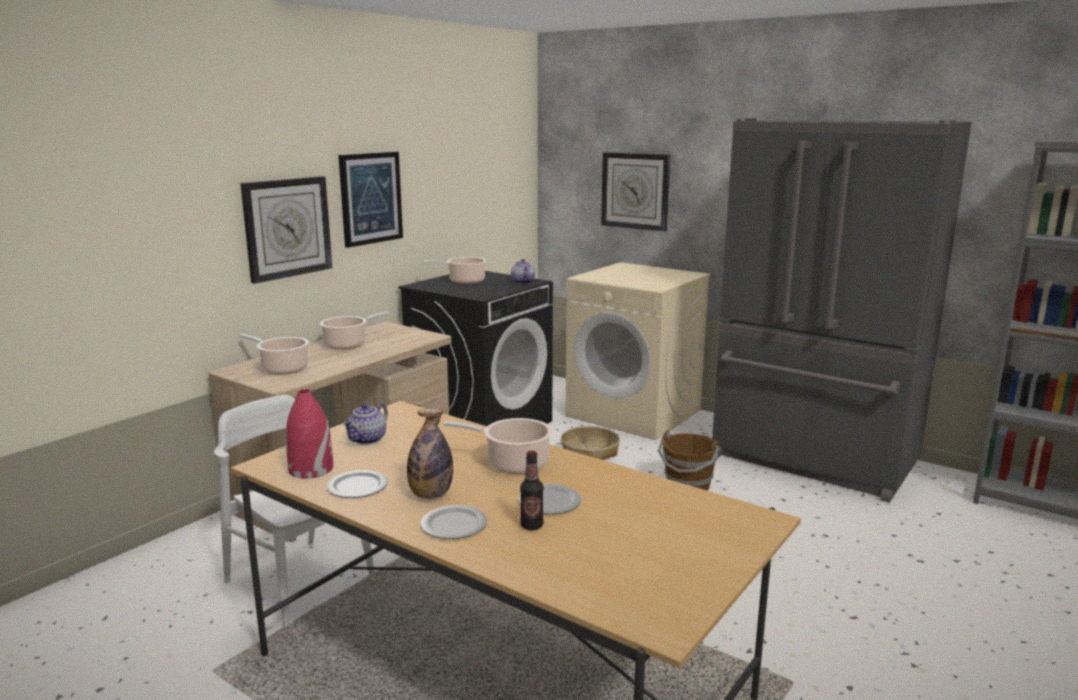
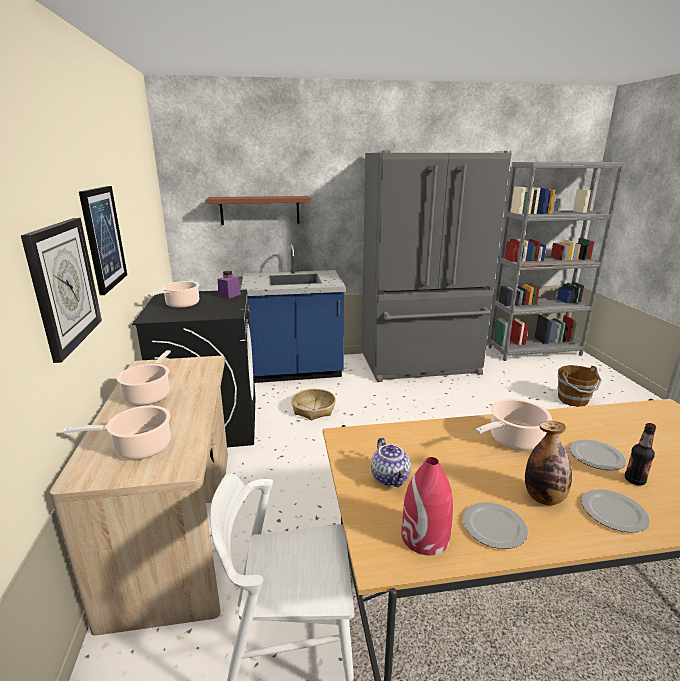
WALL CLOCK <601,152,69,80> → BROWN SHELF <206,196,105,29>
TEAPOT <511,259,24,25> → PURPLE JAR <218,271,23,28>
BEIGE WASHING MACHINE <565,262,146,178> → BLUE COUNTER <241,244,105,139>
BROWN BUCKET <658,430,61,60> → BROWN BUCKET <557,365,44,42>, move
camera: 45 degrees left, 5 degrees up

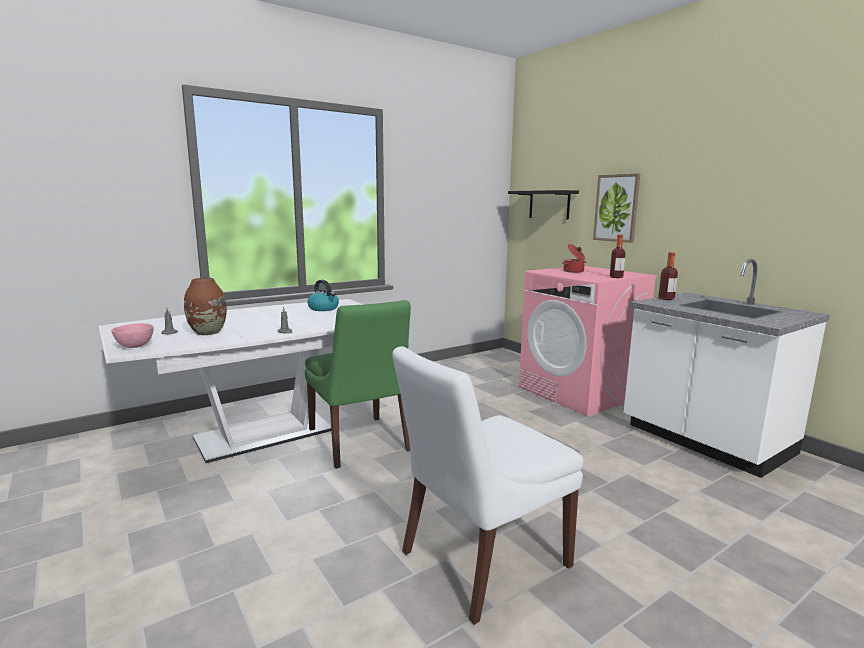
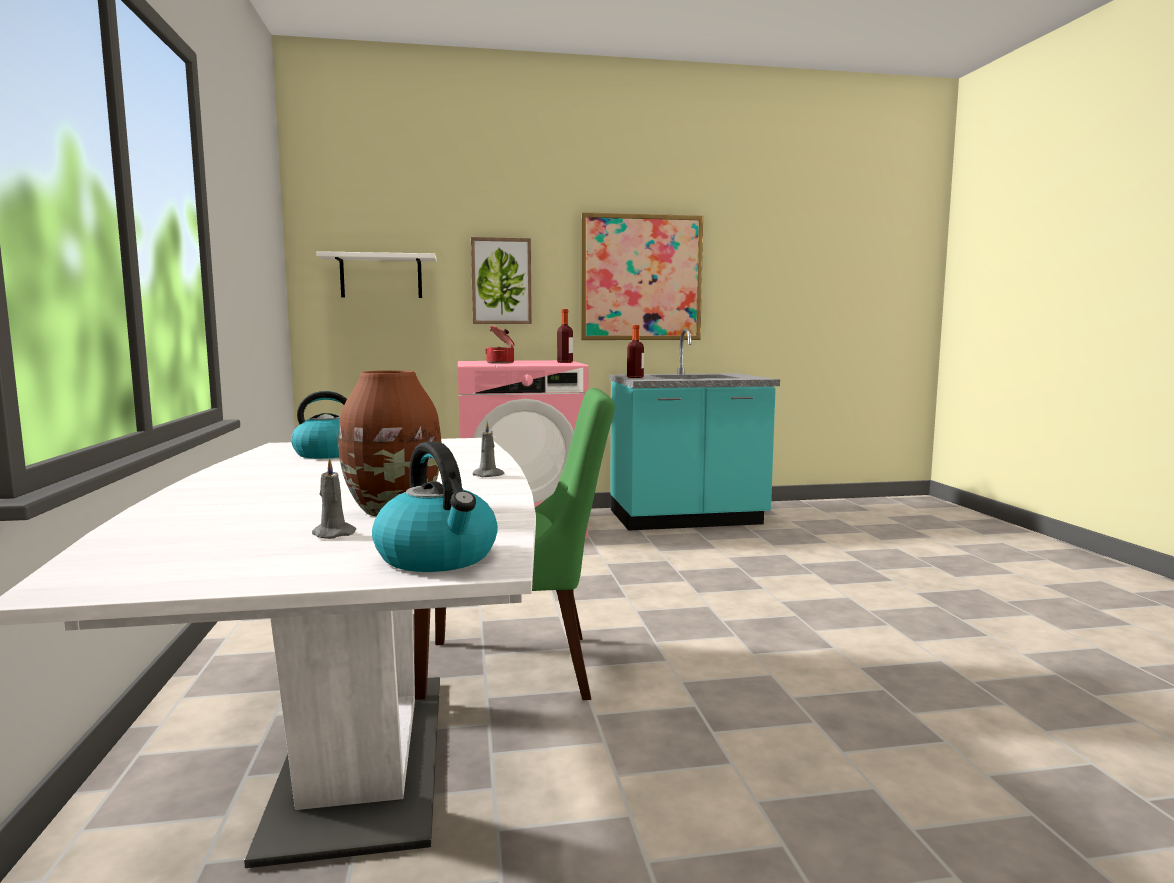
BLACK SHELF <508,190,71,30> → WHITE SHELF <317,251,119,47>
WHITE COUNTER <624,259,206,219> → TURQUOISE COUNTER <609,328,171,203>
PINK BOWL <111,323,43,25> → KETTLE <372,441,126,131>
WHITE CHAIR <392,346,191,279> → -
- → PICTURE <581,212,122,128>
camera: 65 degrees left, 5 degrees down

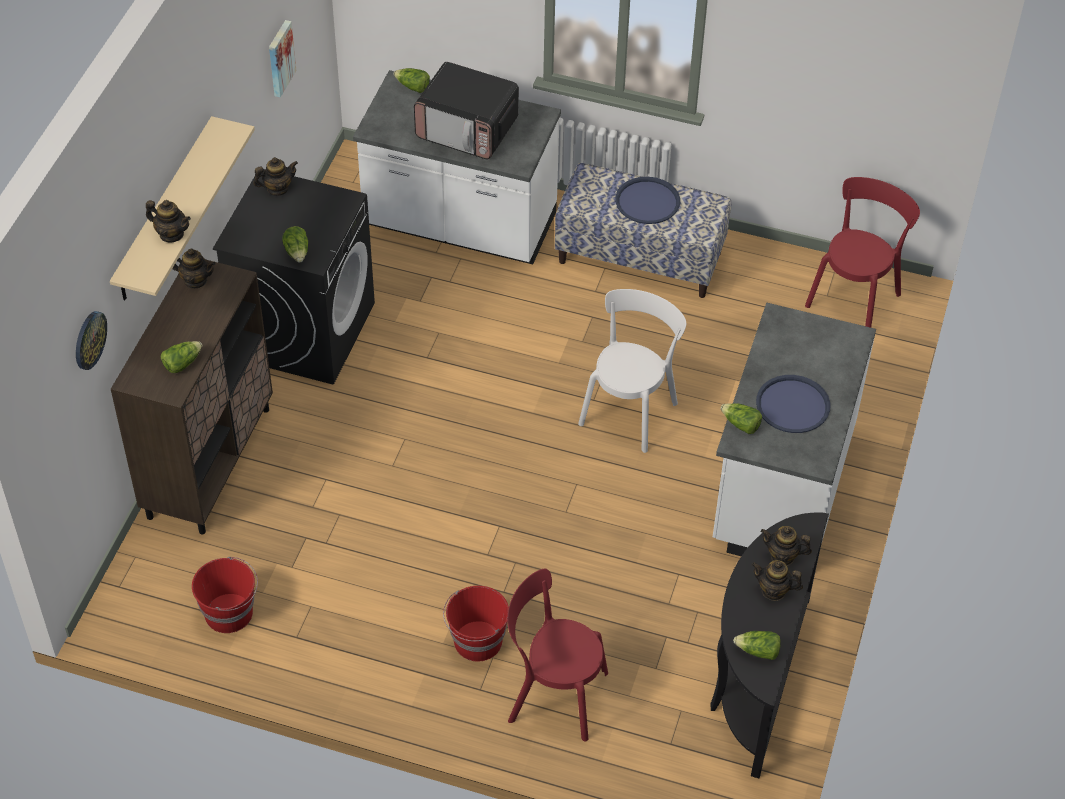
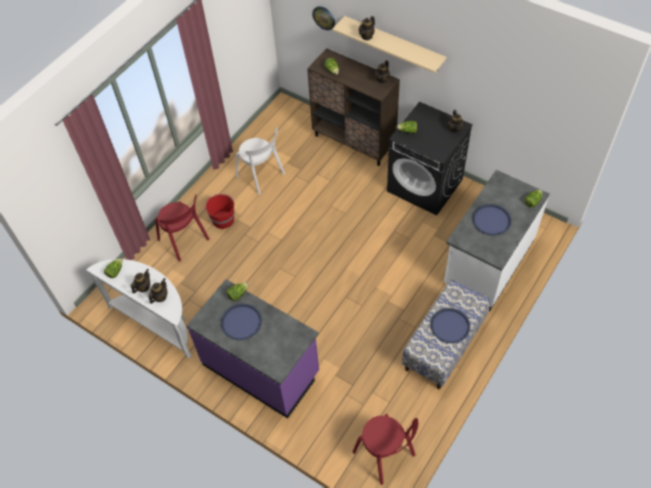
PICTURE <269,20,27,77> → -
MICROWAVE <414,62,105,97> → BLUE TRAY <472,204,39,32>
WHITE CHAIR <578,289,108,164> → WHITE CHAIR <236,127,49,68>, move
WHITE COUNTER <713,303,163,253> → PURPLE COUNTER <186,279,133,139>
BLACK CONSOLE TABLE <710,512,119,266> → WHITE CONSOLE TABLE <86,259,105,100>
RED BUCKET <192,557,66,76> → -
RED CHAIR <507,569,101,173> → RED CHAIR <155,194,55,68>, 105 degrees clockwise
camera: 110 degrees right, 5 degrees up

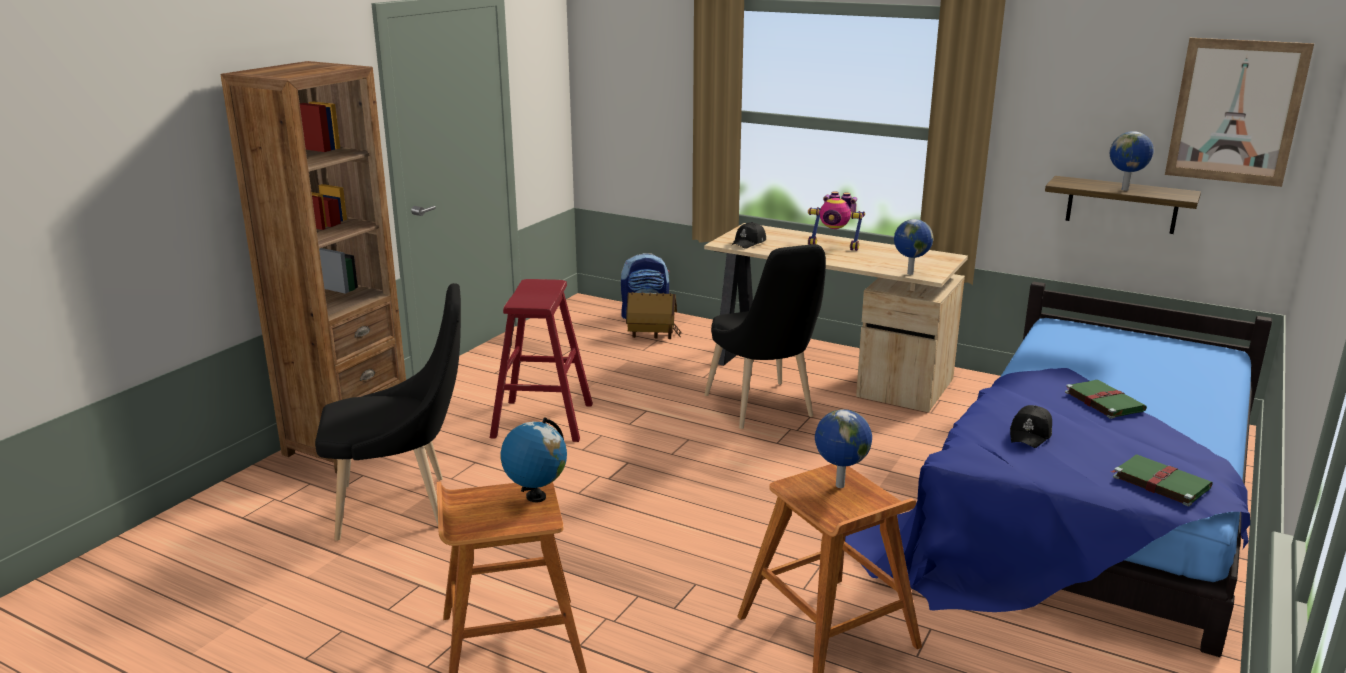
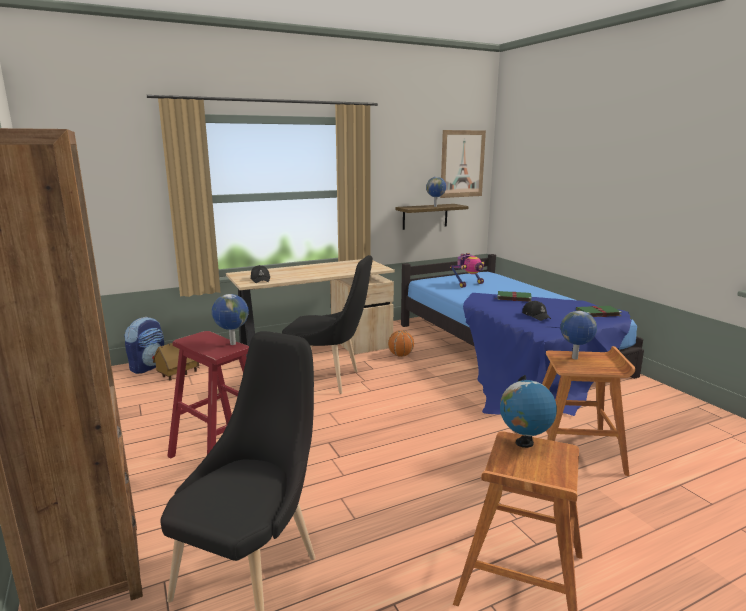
TOY ROBOT <808,192,57,59> → TOY ROBOT <450,253,35,35>, move
GLOBE <894,219,39,56> → GLOBE <212,294,37,51>, move
- → BASKETBALL <388,330,26,27>
camera: 55 degrees left, 5 degrees down

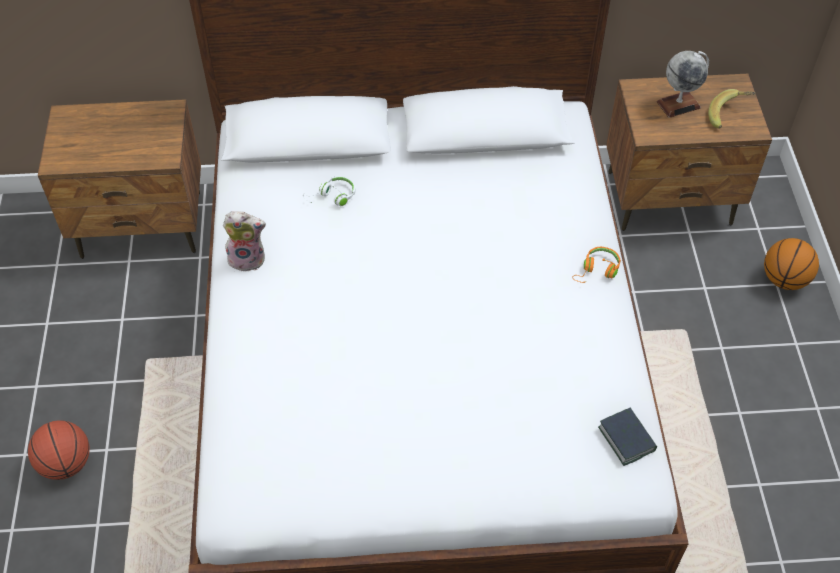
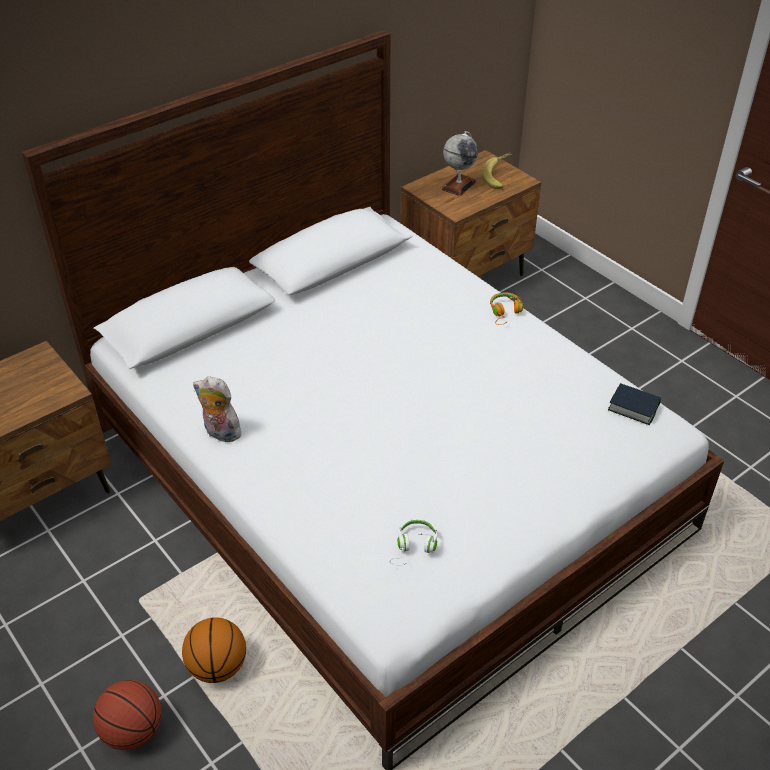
WHITE HEADPHONES <303,176,53,30> → WHITE HEADPHONES <390,519,47,47>, move
PLUSH TOY <223,211,43,61> → PLUSH TOY <193,376,48,66>, 120 degrees counterclockwise
BASKETBALL <764,238,55,52> → BASKETBALL <182,617,64,66>, move
camera: 35 degrees left, 10 degrees down

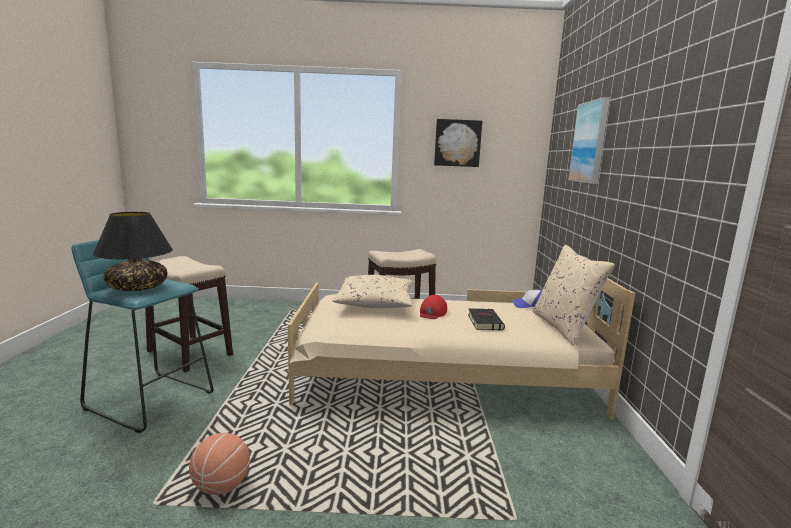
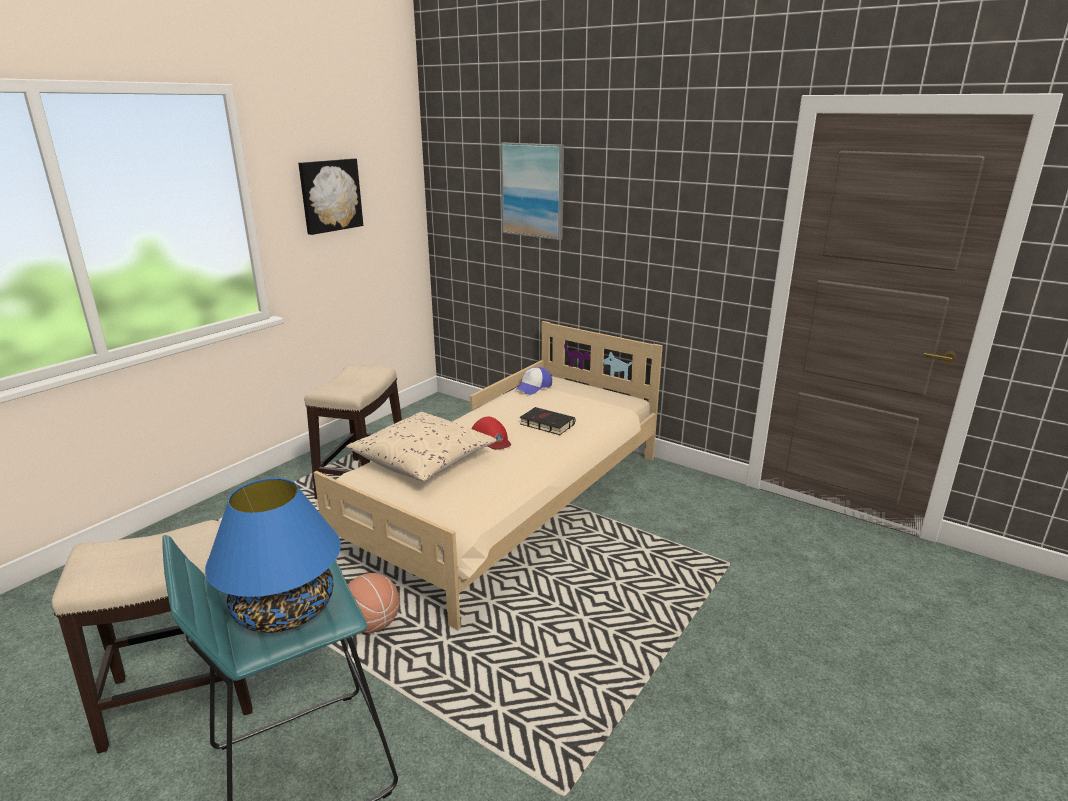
BLACK TABLE LAMP <93,212,80,79> → BLUE TABLE LAMP <205,478,136,155>
BEIGE PILLOW <533,245,82,100> → -
BASKETBALL <189,433,61,62> → BASKETBALL <348,573,52,60>, move
camera: 55 degrees left, 10 degrees up

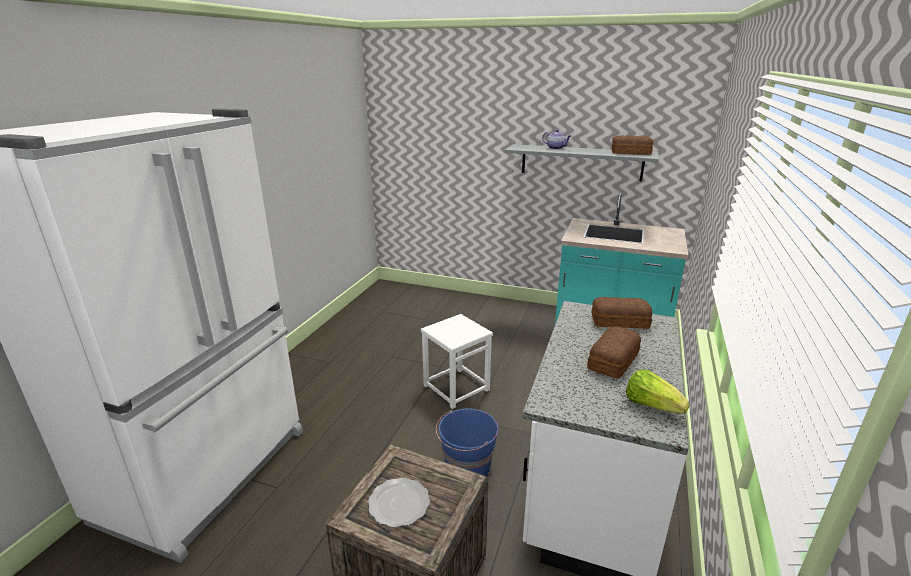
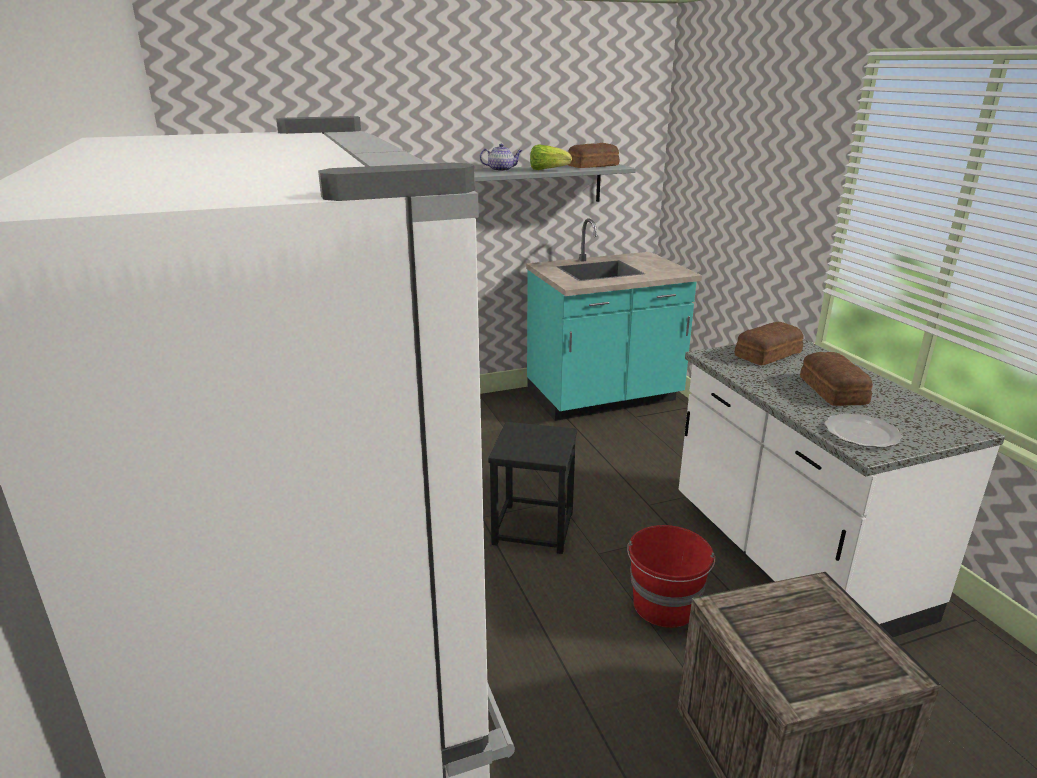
WHITE STOOL <421,314,72,95> → BLACK STOOL <488,422,89,132>
LETTUCE <626,369,64,45> → LETTUCE <530,144,42,26>, move
BLUE BUCKET <436,408,63,68> → RED BUCKET <627,525,89,103>
PLATE <368,478,62,50> → PLATE <824,413,79,35>, move
camera: 40 degrees left, 0 degrees up

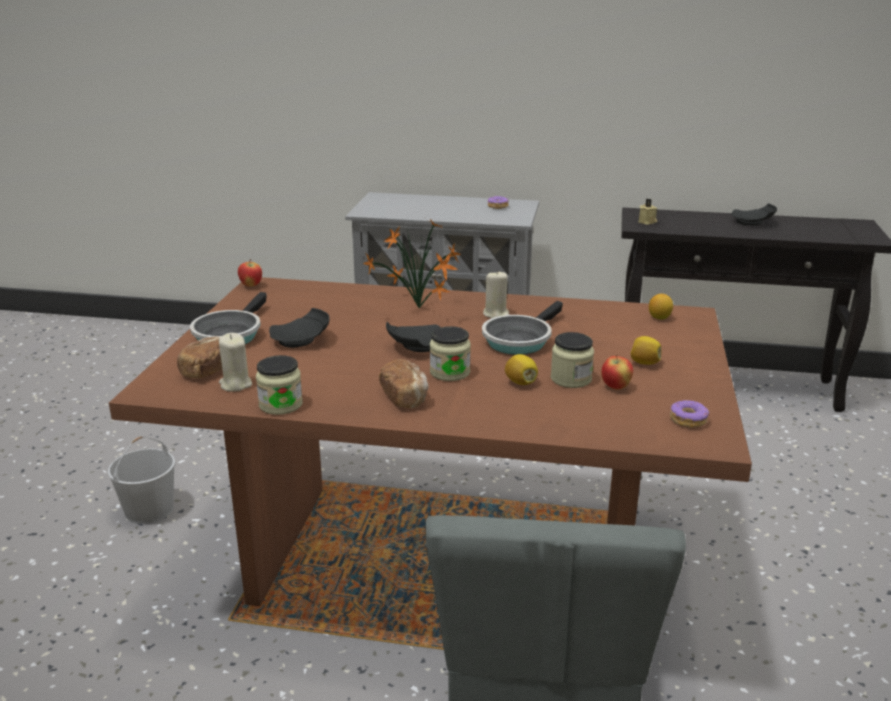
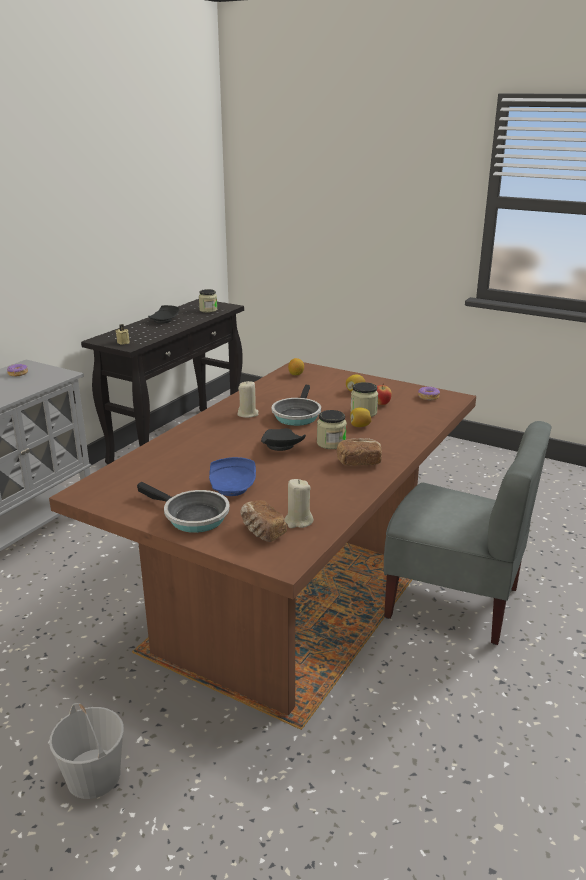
POTTED PLANT <363,220,98,89> → -
APPLE <238,259,24,28> → -
FRYING PAN <482,301,81,54> → FRYING PAN <271,385,50,41>, 45 degrees clockwise
BLACK PLATE <269,308,61,40> → BLUE PLATE <209,457,47,39>
JAR <256,355,47,60> → JAR <199,289,18,23>, move
camera: 70 degrees left, 0 degrees up

